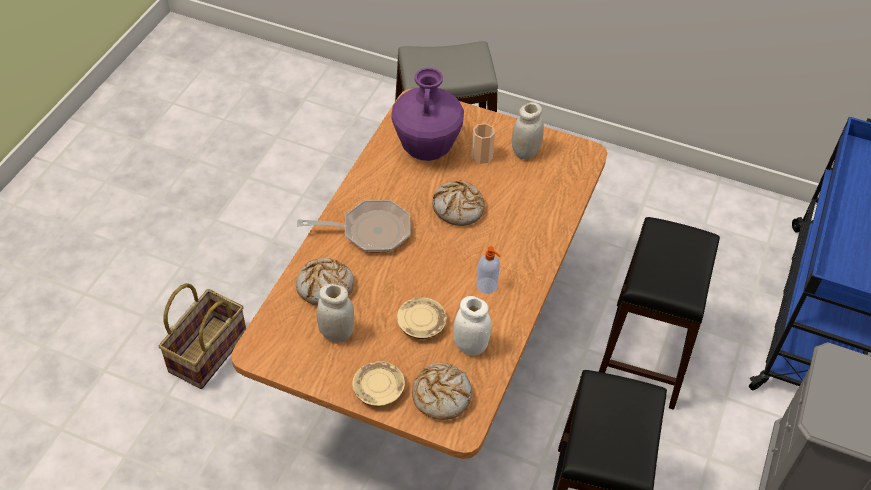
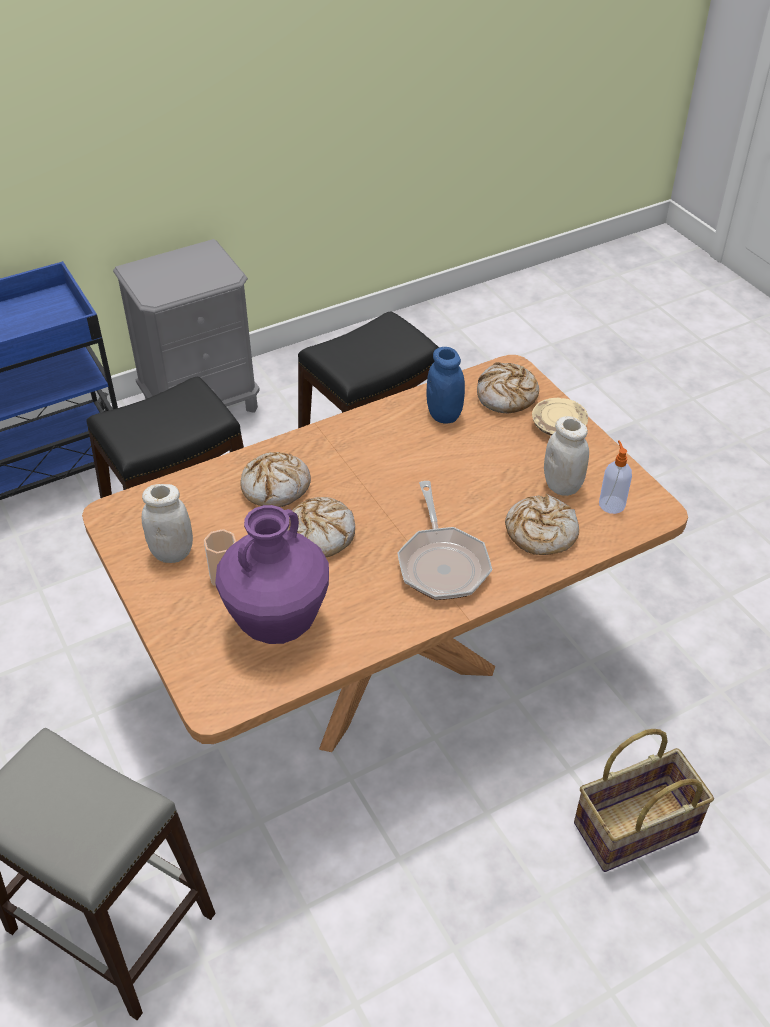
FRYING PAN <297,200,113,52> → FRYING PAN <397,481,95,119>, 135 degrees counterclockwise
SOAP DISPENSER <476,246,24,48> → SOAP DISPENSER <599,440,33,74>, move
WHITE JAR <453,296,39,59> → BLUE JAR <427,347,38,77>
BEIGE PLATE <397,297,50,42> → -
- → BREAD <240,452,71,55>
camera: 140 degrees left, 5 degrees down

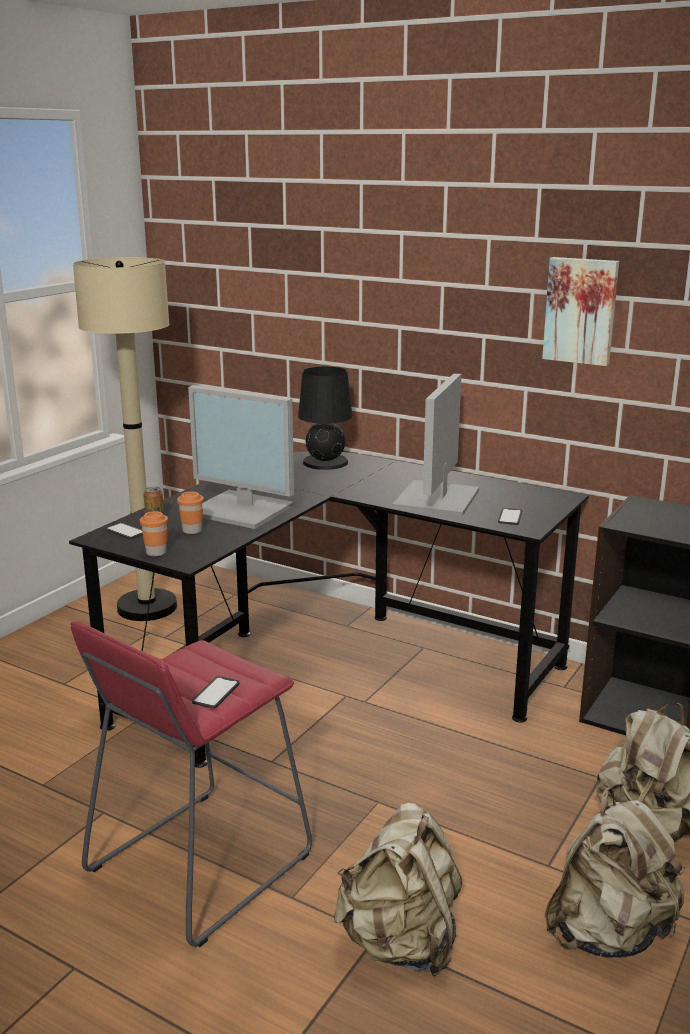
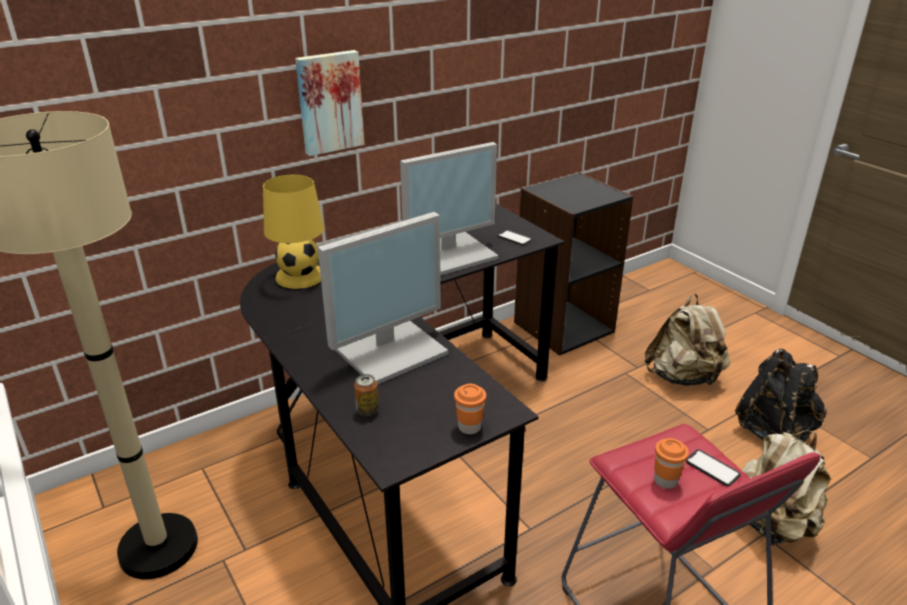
PICTURE <542,257,77,109> → PICTURE <295,50,69,106>, move
BLACK TABLE LAMP <298,367,54,103> → YELLOW TABLE LAMP <263,174,61,115>
MONITOR <393,374,86,142> → MONITOR <400,142,99,133>, 75 degrees counterclockwise
ORANGE CUP <177,491,27,43> → ORANGE CUP <654,438,35,51>, move
PHONE <105,522,38,17> → -
BEIGE BACKPACK <545,787,141,171> → BLACK BACKPACK <735,349,92,93>
camera: 65 degrees left, 10 degrees up

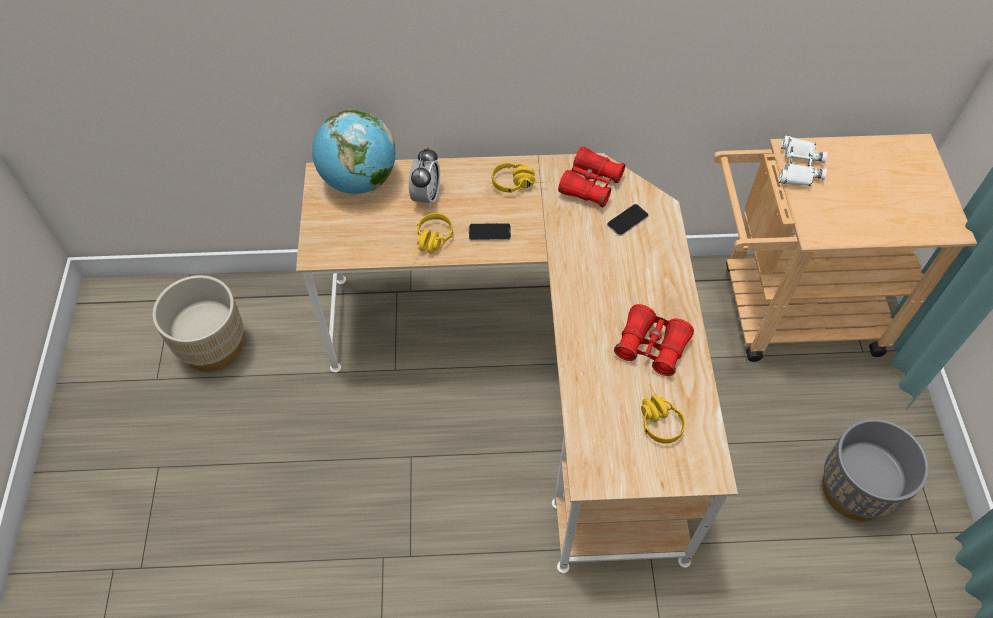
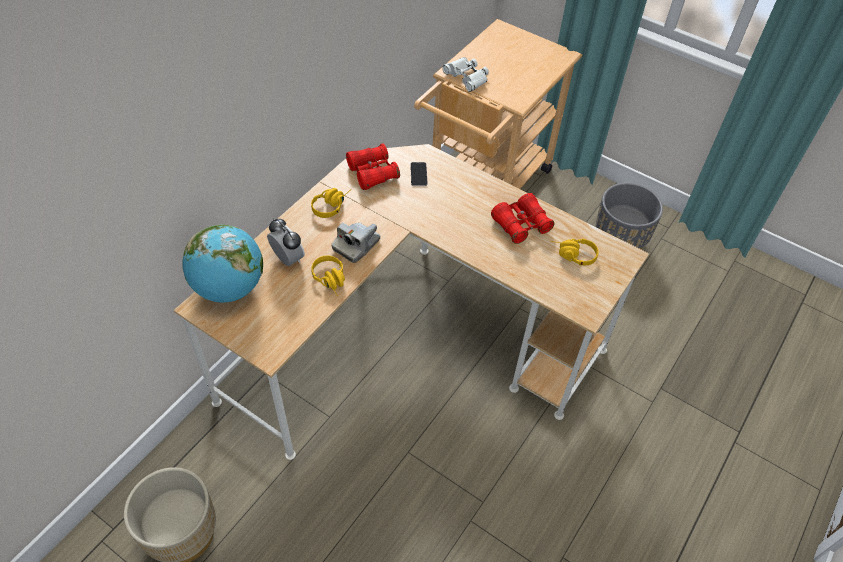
PHONE <469,223,42,18> → PHOTO CAMERA <331,223,49,40>
camera: 55 degrees left, 5 degrees down

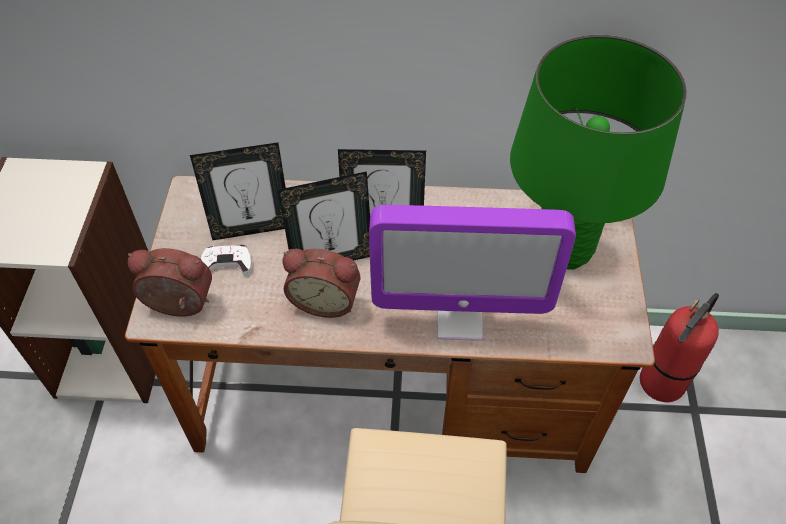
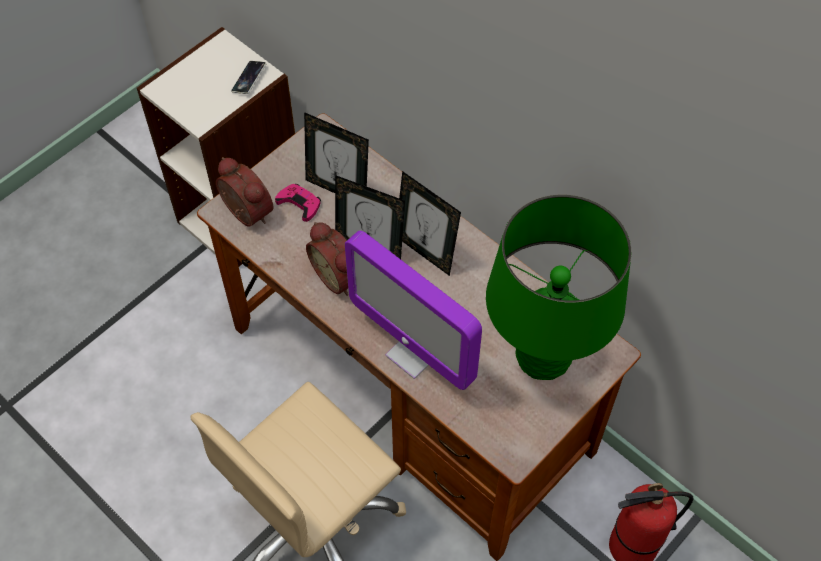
WHITE GAME CONTROLLER <200,245,52,31> → PINK GAME CONTROLLER <275,184,46,38>
- → PHONE <231,61,35,33>
camera: 40 degrees right, 5 degrees up

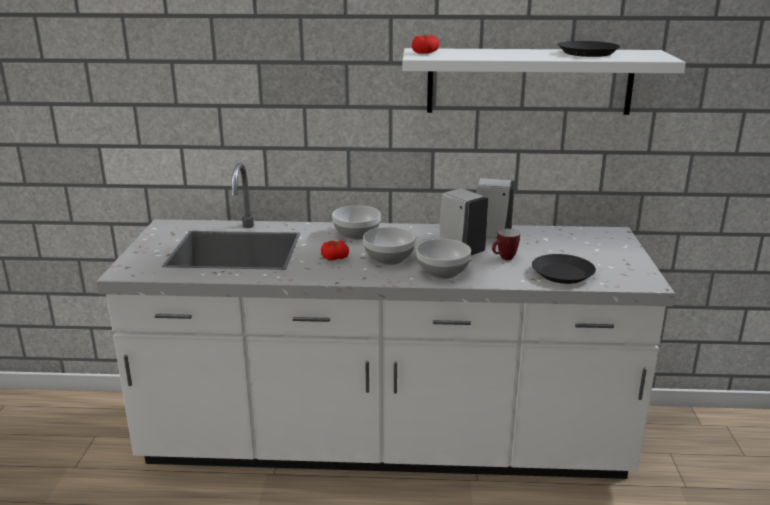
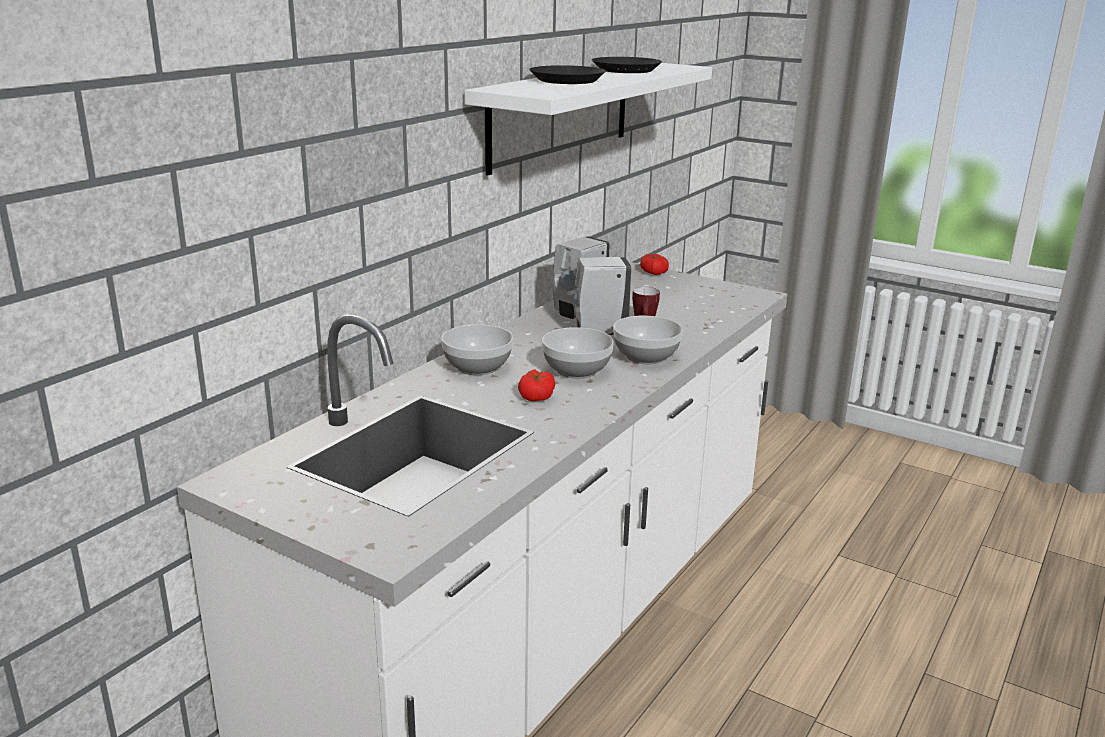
TOMATO <412,35,27,19> → TOMATO <640,254,29,21>, move
BLACK PLATE <532,254,64,30> → BLACK PLATE <529,65,77,19>, move
camera: 60 degrees left, 0 degrees up

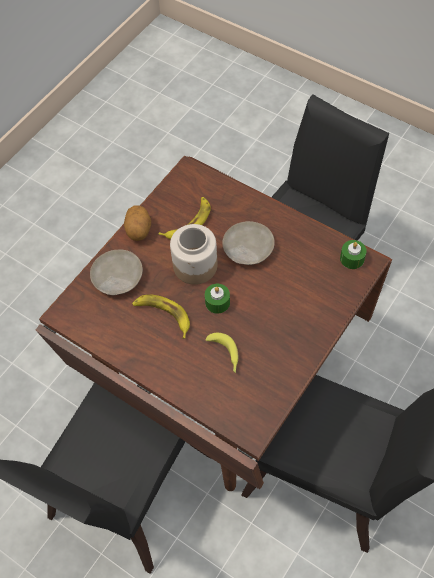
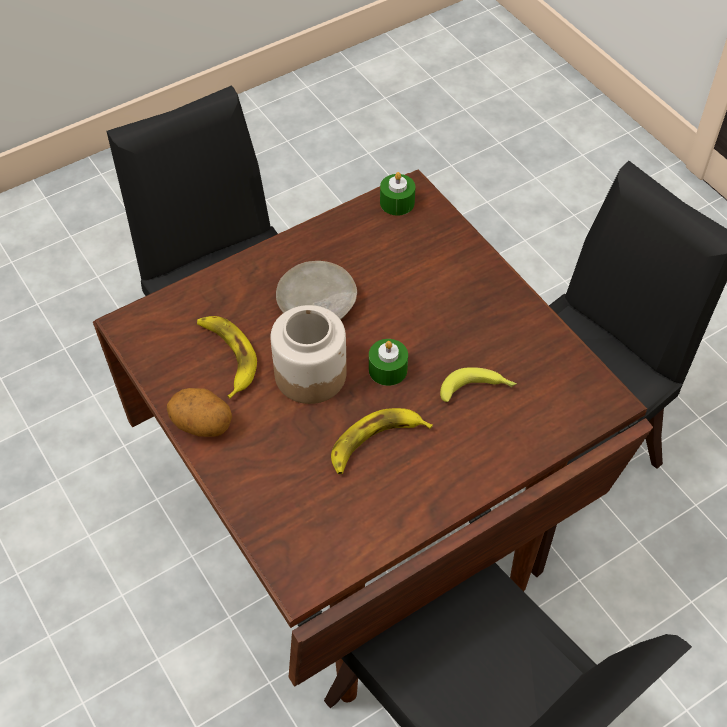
BEIGE PLATE <90,250,53,45> → -
camera: 70 degrees left, 5 degrees down

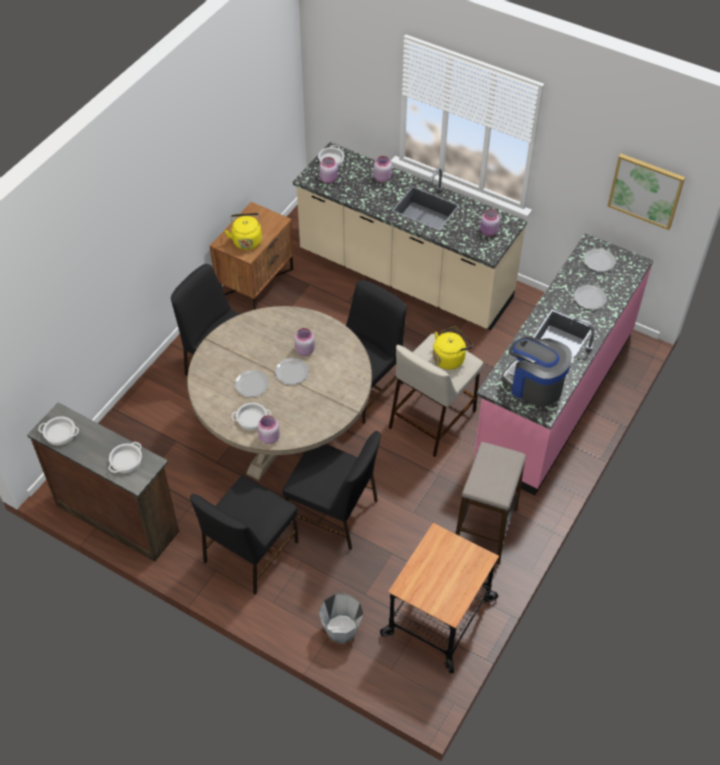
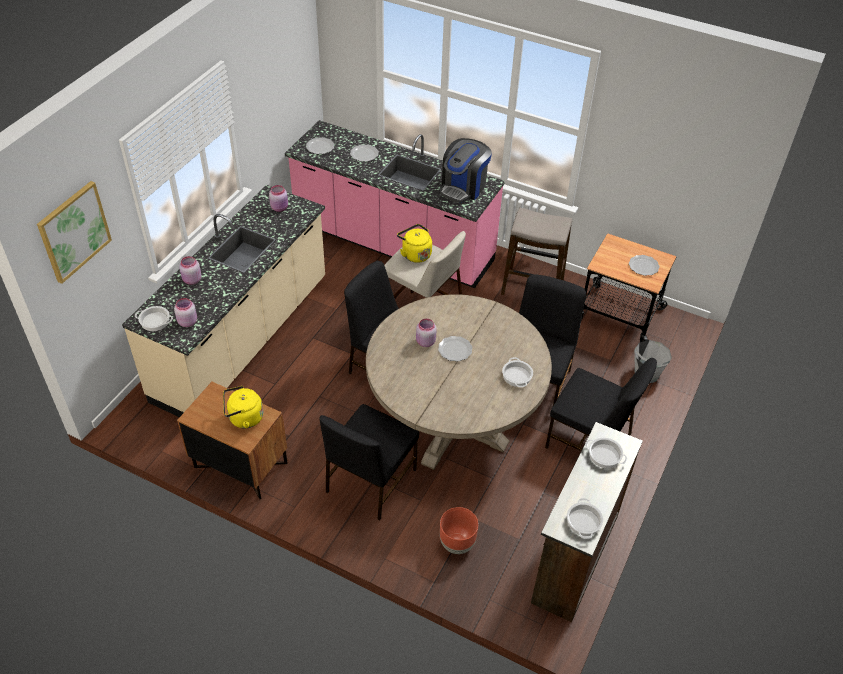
PICTURE <607,154,78,76> → PICTURE <37,181,75,103>, move
PLATE <235,370,34,27> → PLATE <629,255,31,21>, move
PINK JAR <258,415,22,29> → -
- → BROWN PLANTER <440,507,38,47>
camera: 95 degrees left, 5 degrees down

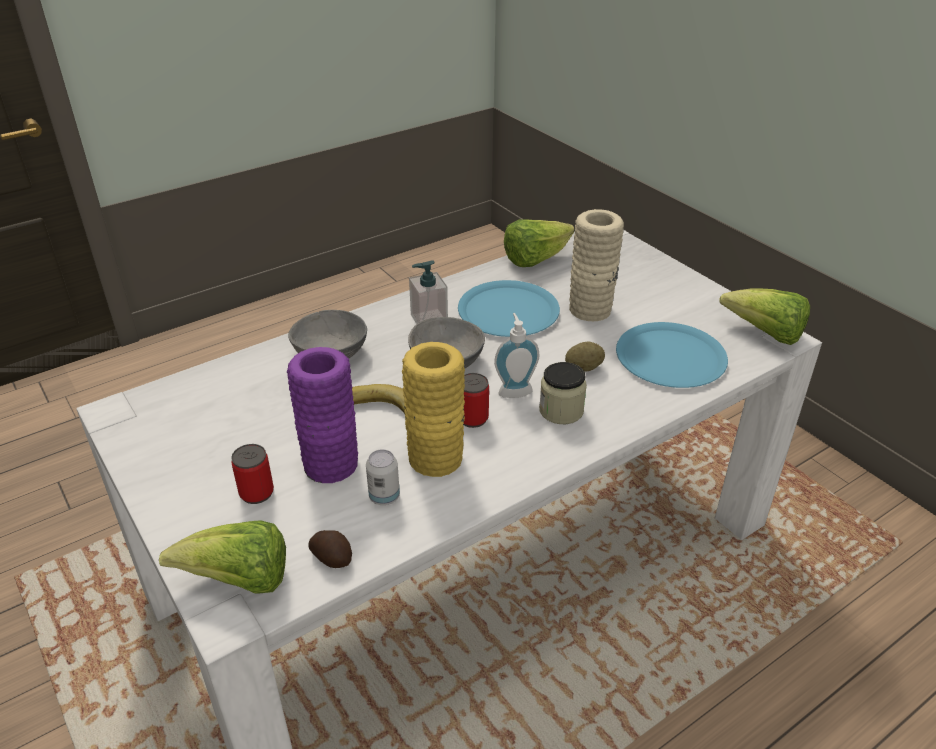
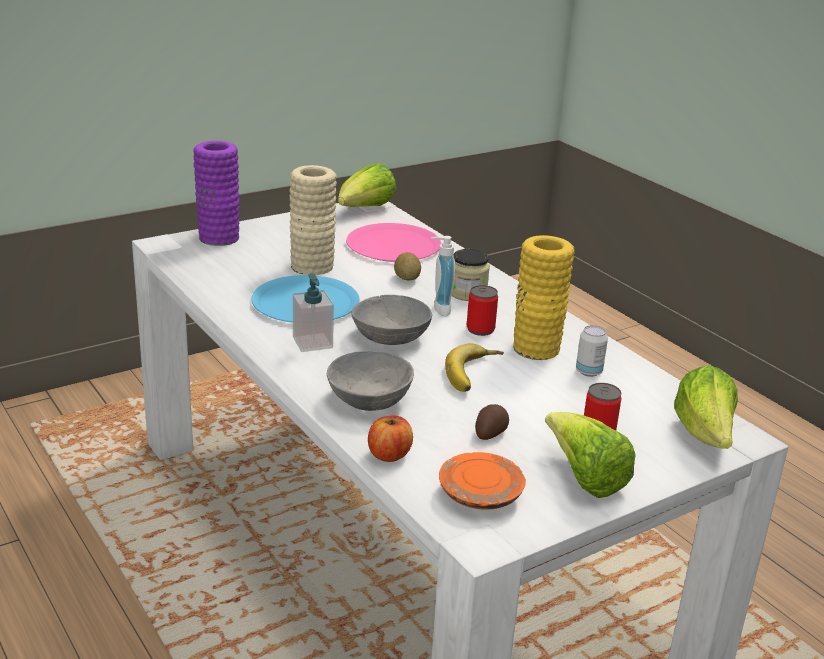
LETTUCE <504,219,71,48> → LETTUCE <545,412,91,86>, move
BLUE PLATE <616,322,112,66> → PINK PLATE <346,223,95,39>
PURPLE VASE <287,347,71,136> → PURPLE VASE <193,141,46,105>, move
POTATO <308,530,44,38> → POTATO <475,404,34,36>, move
- → APPLE <368,415,45,47>
- → ORANGE PLATE <439,452,87,58>
camera: 90 degrees left, 10 degrees down

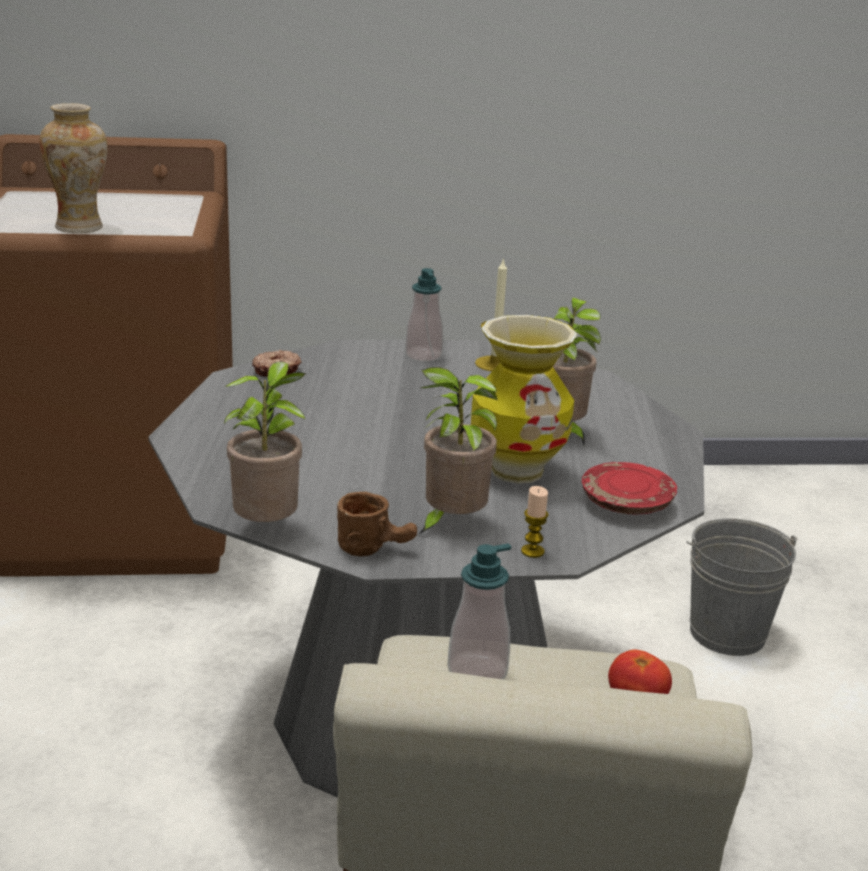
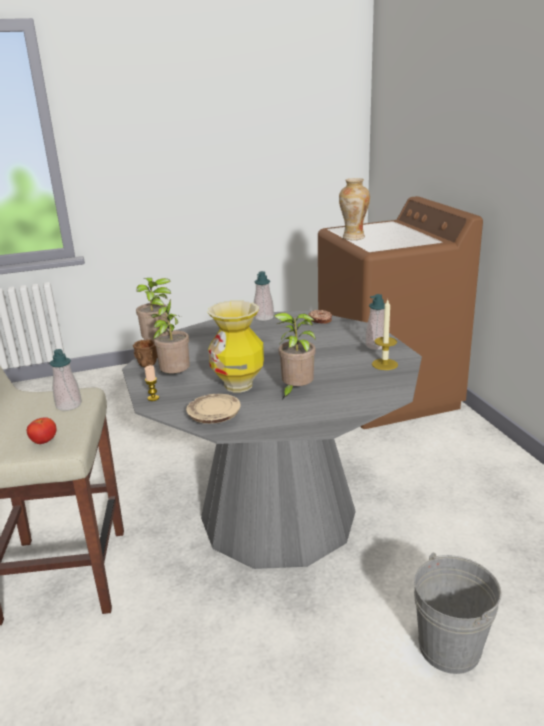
RED PLATE <582,462,95,52> → BEIGE PLATE <186,394,55,30>
- → SOAP DISPENSER <254,271,20,50>
camera: 80 degrees right, 0 degrees up

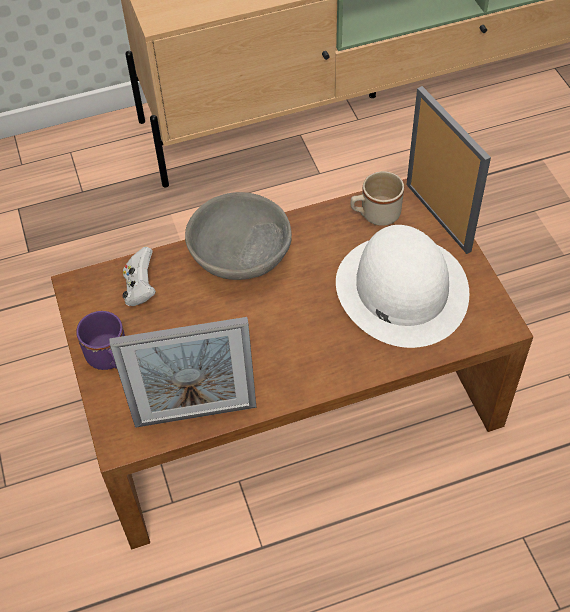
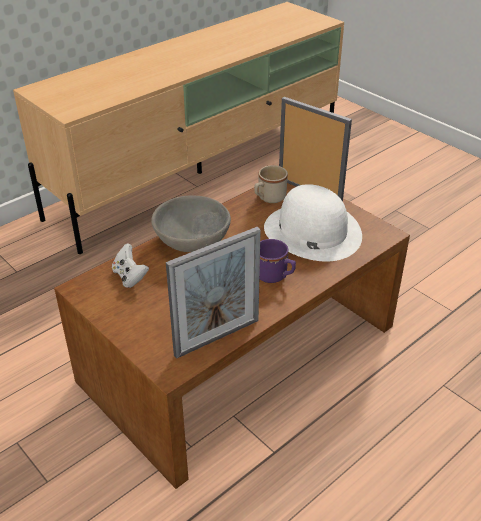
PURPLE MUG <76,311,49,59> → PURPLE MUG <259,239,37,44>, move
camera: 25 degrees left, 15 degrees down

